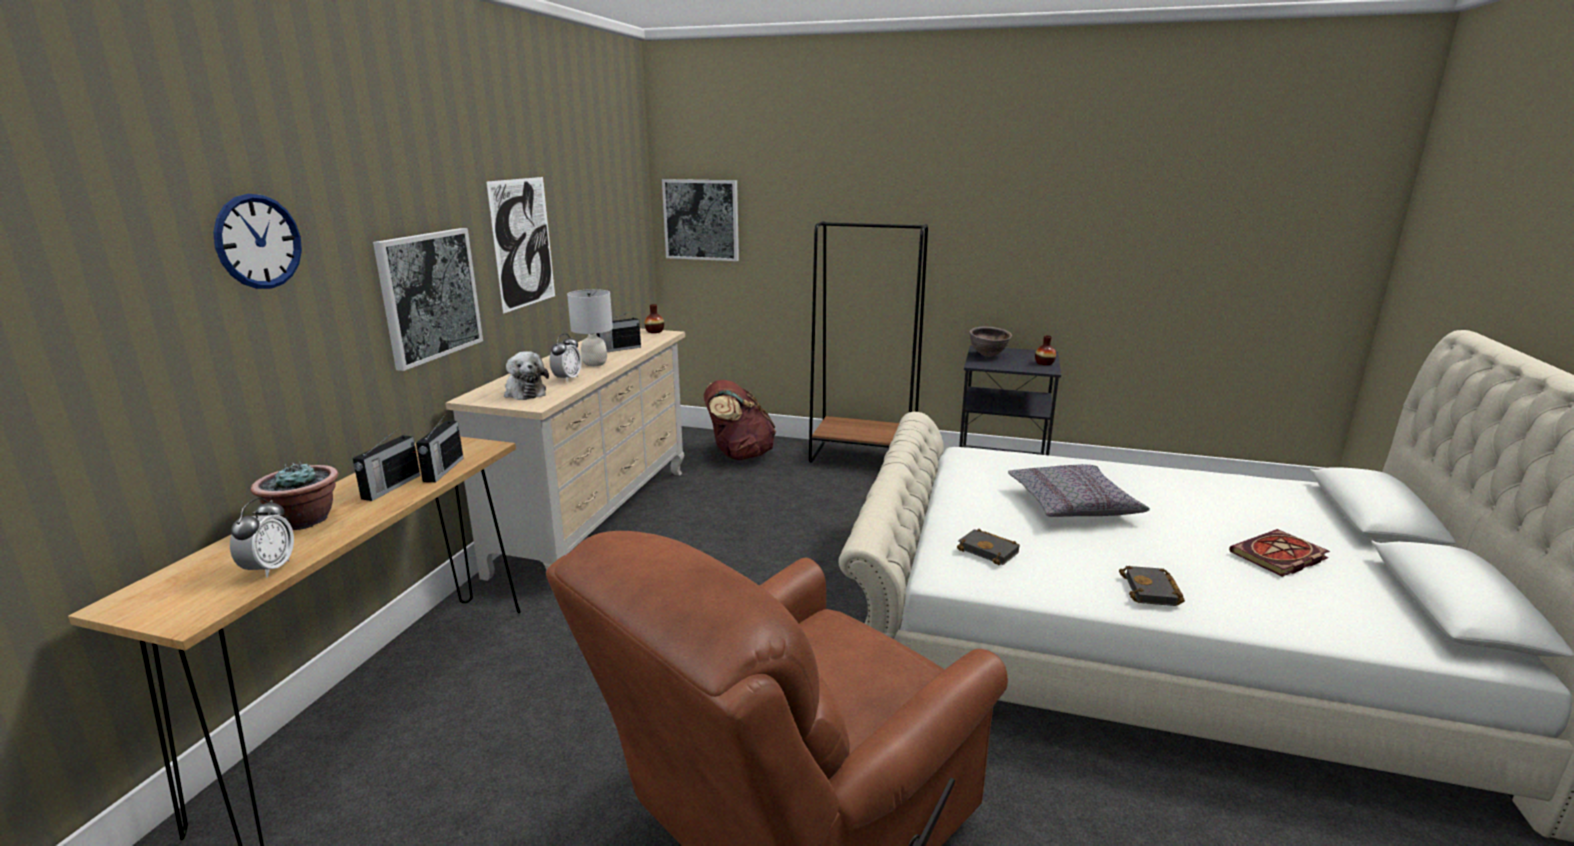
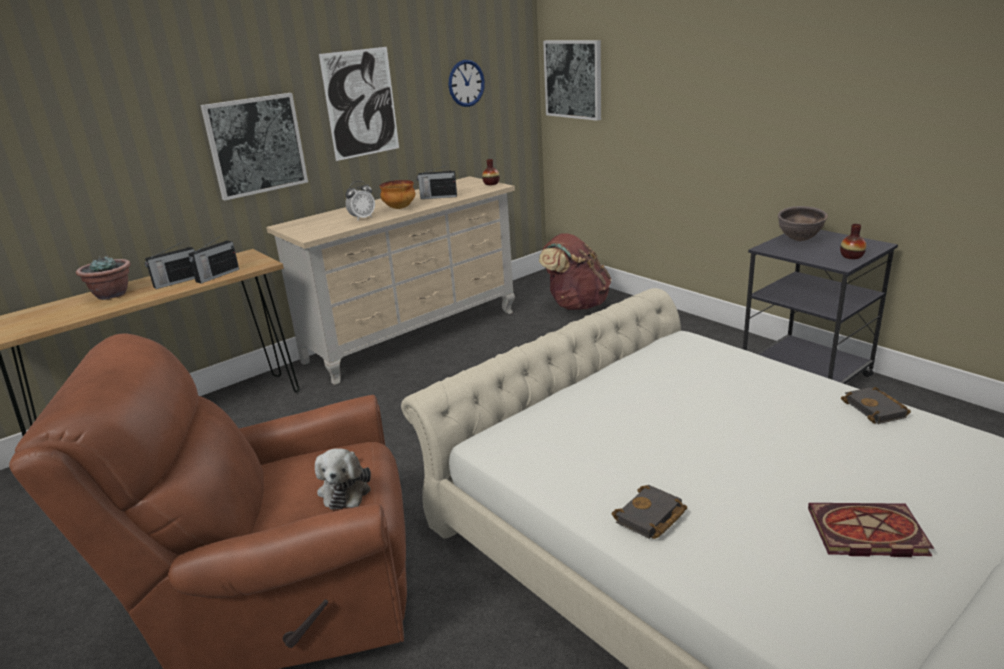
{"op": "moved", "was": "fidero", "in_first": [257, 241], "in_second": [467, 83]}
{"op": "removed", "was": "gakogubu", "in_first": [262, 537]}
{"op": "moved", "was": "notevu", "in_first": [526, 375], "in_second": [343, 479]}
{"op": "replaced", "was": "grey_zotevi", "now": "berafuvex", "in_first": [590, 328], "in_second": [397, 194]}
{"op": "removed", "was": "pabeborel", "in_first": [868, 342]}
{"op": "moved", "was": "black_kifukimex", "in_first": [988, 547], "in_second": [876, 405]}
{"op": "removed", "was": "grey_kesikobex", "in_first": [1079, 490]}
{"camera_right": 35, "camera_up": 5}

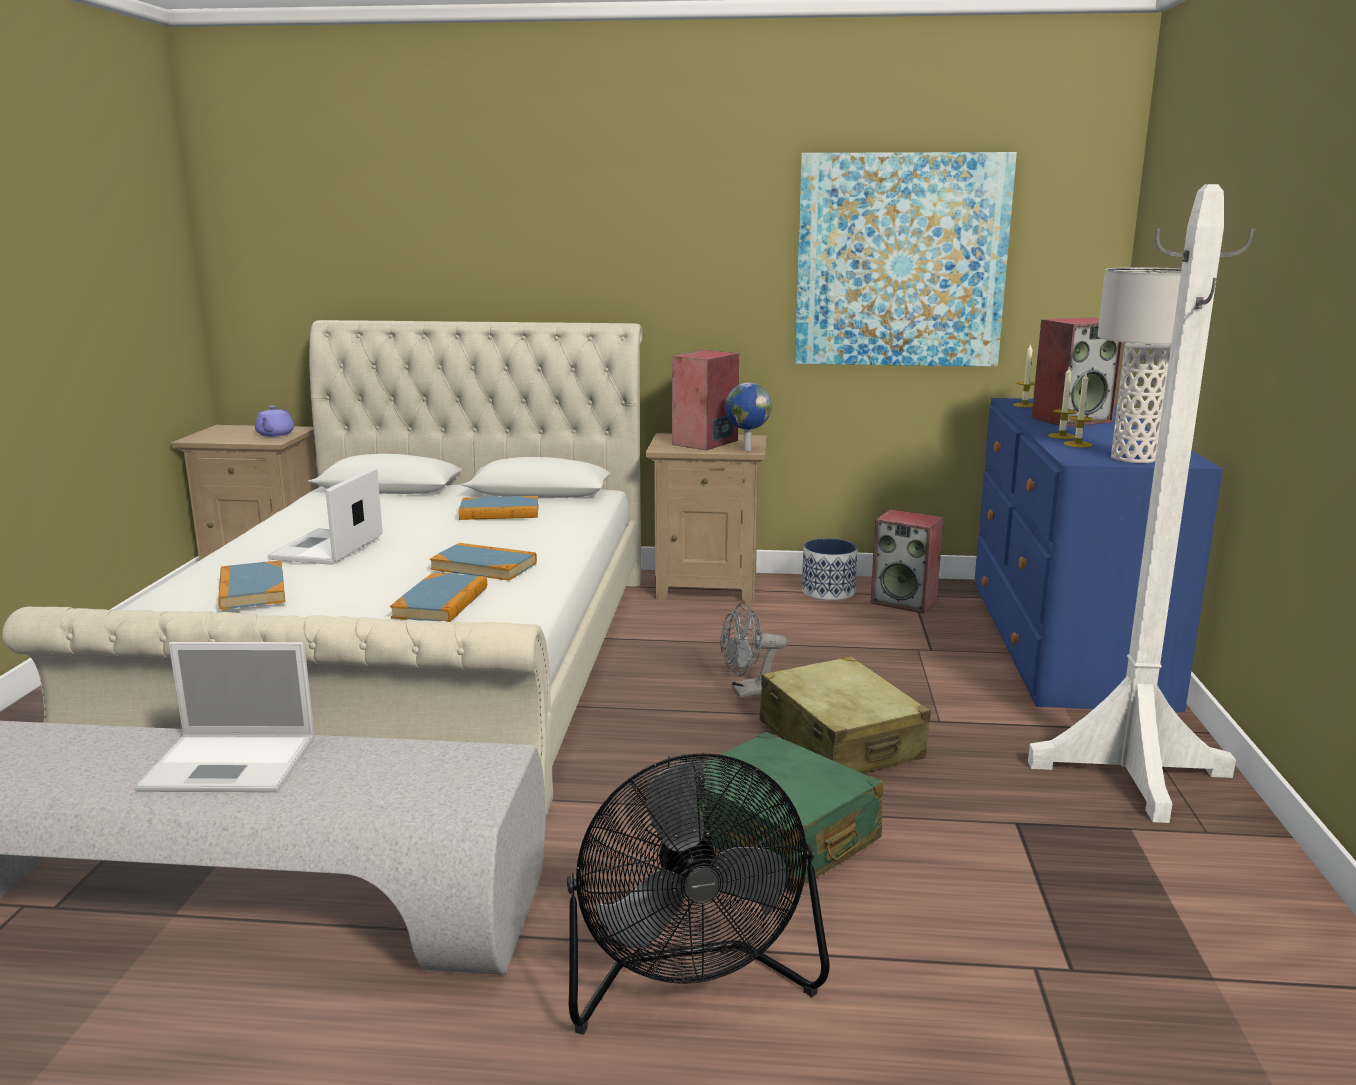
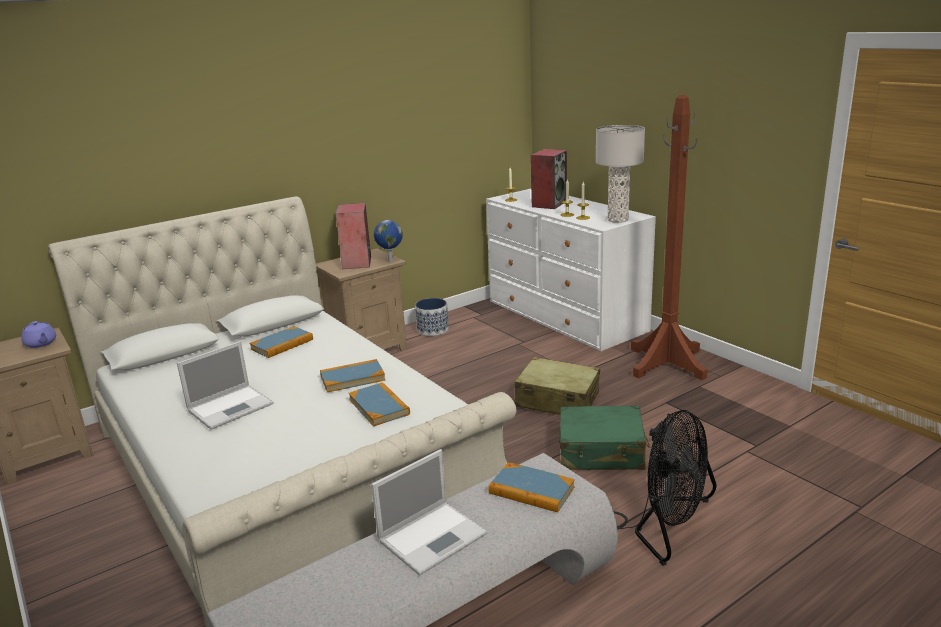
{"op": "moved", "was": "kifukimex", "in_first": [251, 585], "in_second": [531, 487]}
{"op": "turned", "was": "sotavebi", "in_first": [325, 516], "in_second": [225, 385], "clockwise": -105}
{"op": "removed", "was": "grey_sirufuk", "in_first": [753, 650]}
{"op": "removed", "was": "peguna", "in_first": [906, 259]}
{"op": "removed", "was": "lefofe", "in_first": [906, 562]}
{"op": "recoloured", "was": "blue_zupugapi", "now": "white_zupugapi", "in_first": [1099, 555], "in_second": [571, 270]}
{"op": "recoloured", "was": "white_pabeborel", "now": "brown_pabeborel", "in_first": [1141, 503], "in_second": [669, 237]}
{"camera_right": -40, "camera_up": 5}

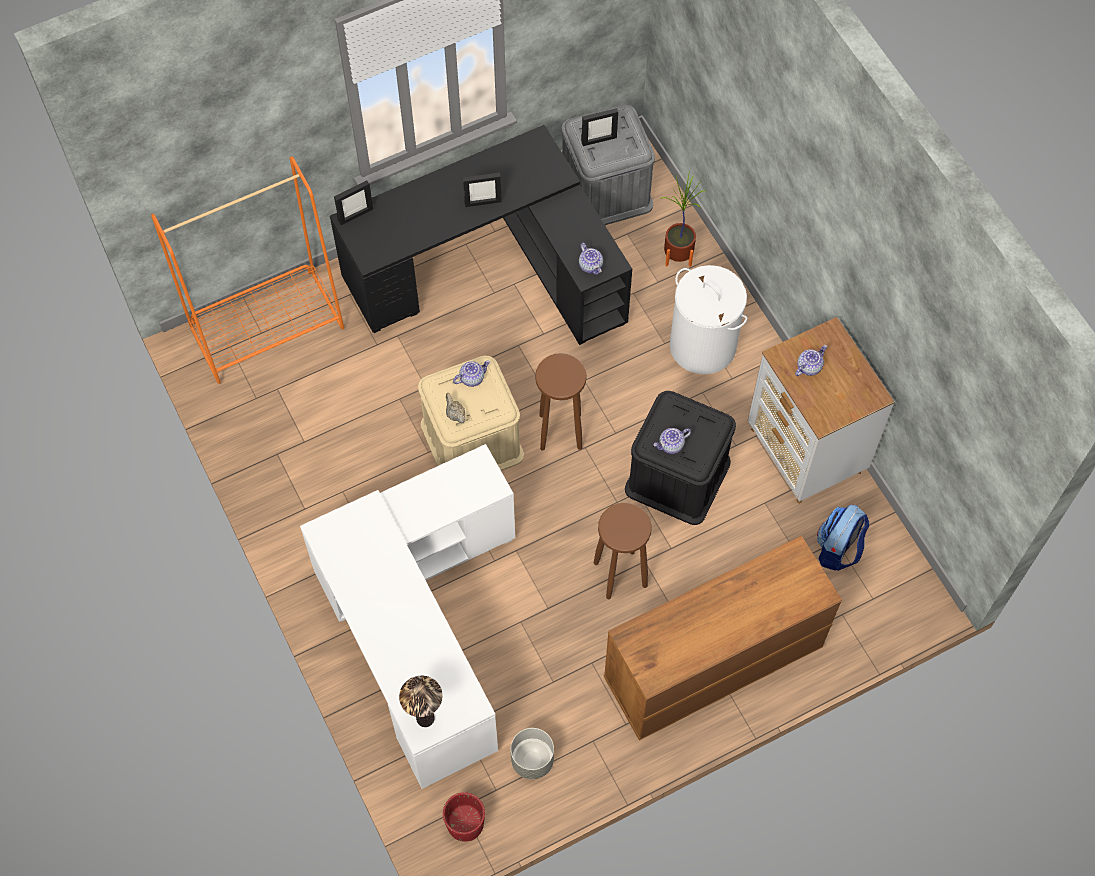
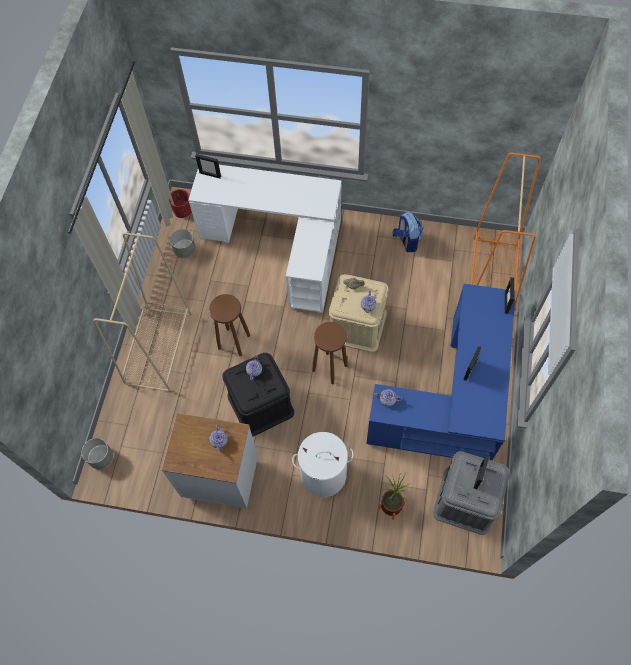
{"op": "recoloured", "was": "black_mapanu", "now": "blue_mapanu", "in_first": [481, 235], "in_second": [441, 372]}
{"op": "replaced", "was": "zotevi", "now": "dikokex", "in_first": [420, 701], "in_second": [208, 166]}
{"op": "replaced", "was": "brown_zupugapi", "now": "beige_pabeborel", "in_first": [723, 638], "in_second": [142, 312]}
{"op": "moved", "was": "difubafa", "in_first": [843, 538], "in_second": [408, 231]}
{"op": "added", "now": "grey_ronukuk", "in_second": [97, 453]}
{"camera_right": 130, "camera_up": 0}

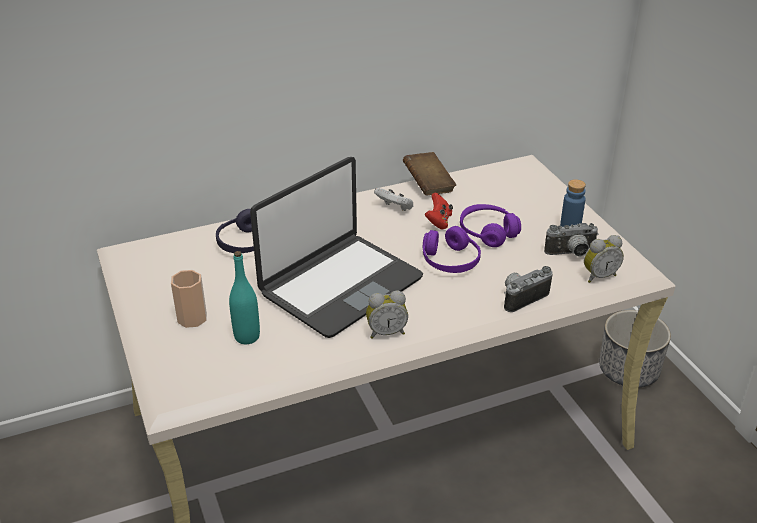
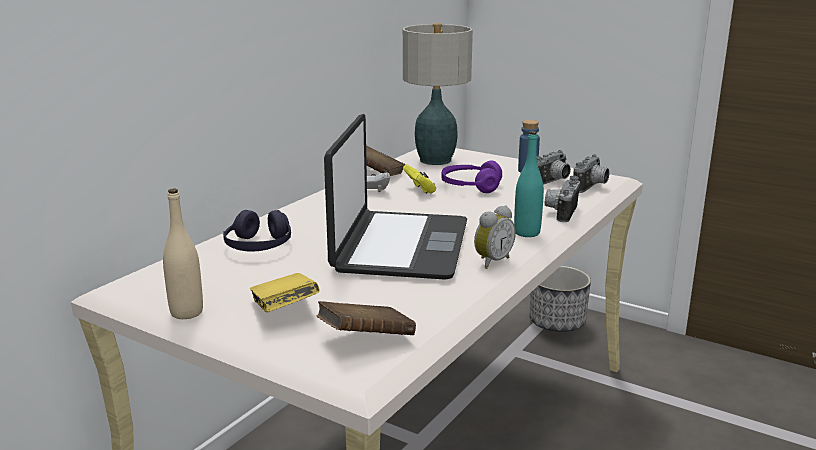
{"op": "replaced", "was": "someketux", "now": "yellow_kifukimex", "in_first": [189, 299], "in_second": [285, 293]}
{"op": "moved", "was": "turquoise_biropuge", "in_first": [244, 297], "in_second": [529, 184]}
{"op": "removed", "was": "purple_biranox", "in_first": [452, 249]}
{"op": "recoloured", "was": "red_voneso", "now": "yellow_voneso", "in_first": [439, 210], "in_second": [419, 179]}
{"op": "replaced", "was": "gakogubu", "now": "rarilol", "in_first": [604, 259], "in_second": [591, 173]}
{"op": "added", "now": "beige_biropuge", "in_second": [183, 253]}
{"op": "added", "now": "brown_kifukimex", "in_second": [366, 318]}
{"op": "added", "now": "zotevi", "in_second": [438, 94]}
{"camera_right": -35, "camera_up": -15}

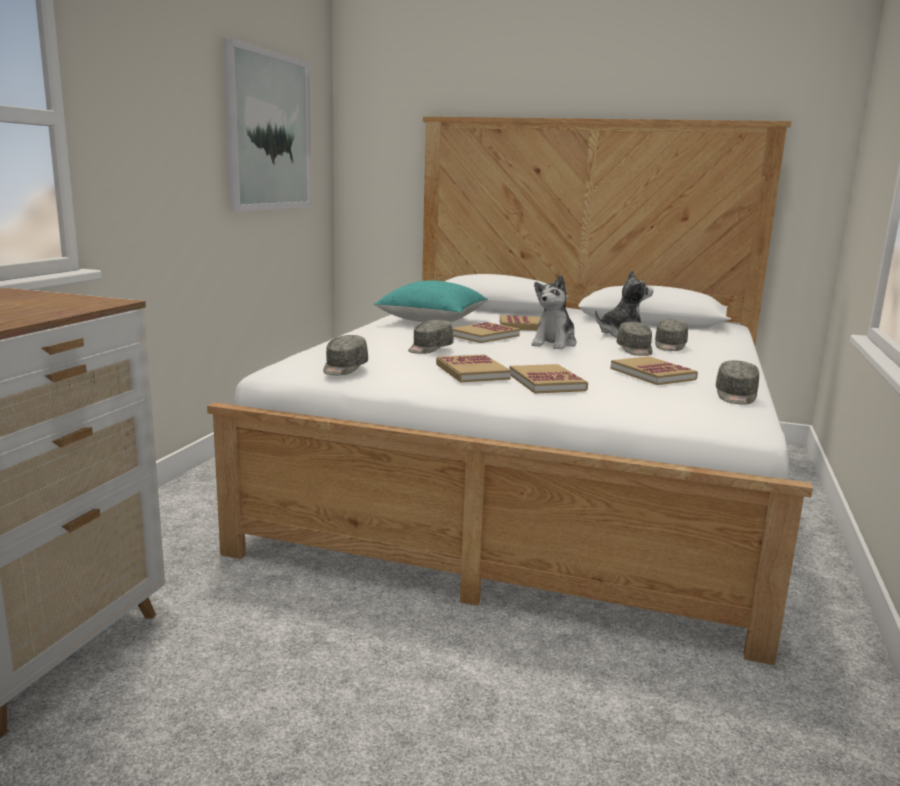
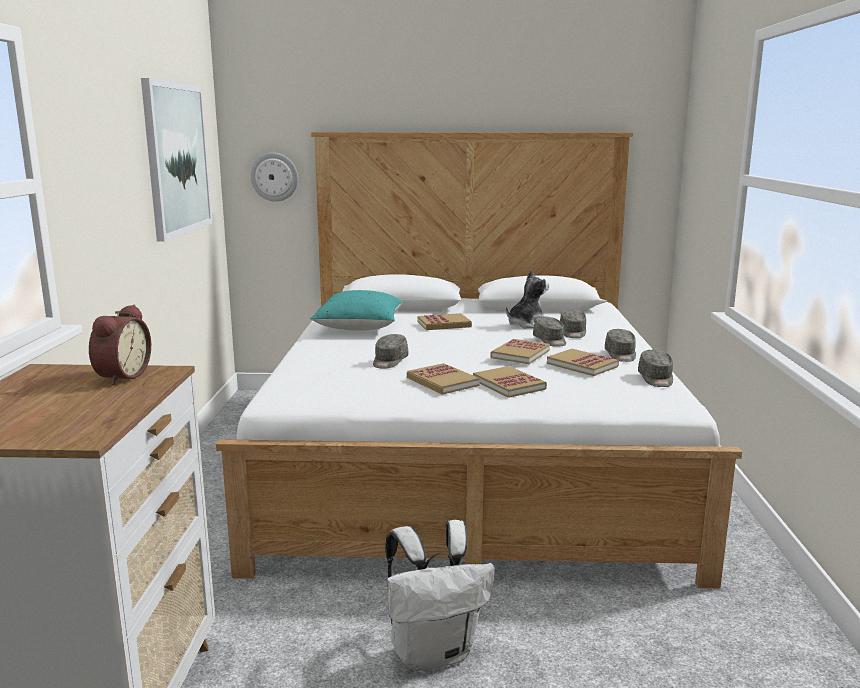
{"op": "moved", "was": "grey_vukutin", "in_first": [345, 355], "in_second": [620, 345]}
{"op": "moved", "was": "kifukimex", "in_first": [486, 332], "in_second": [520, 351]}
{"op": "removed", "was": "notevu", "in_first": [554, 312]}
{"op": "added", "now": "gakogubu", "in_second": [120, 345]}
{"op": "added", "now": "fidero", "in_second": [274, 177]}
{"op": "added", "now": "white_difubafa", "in_second": [440, 595]}
{"camera_right": -15, "camera_up": 0}

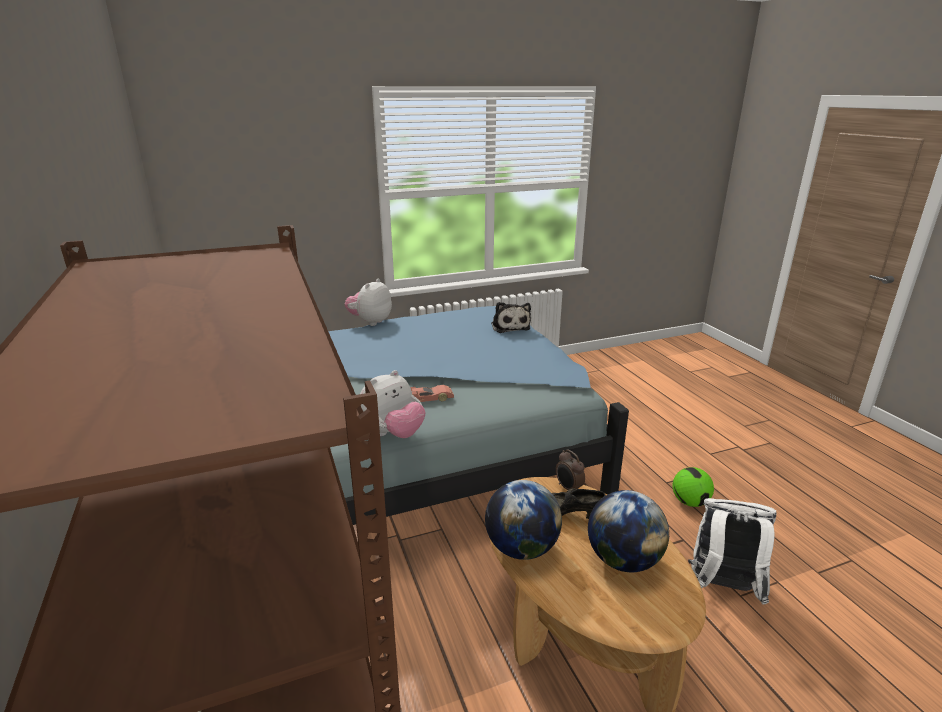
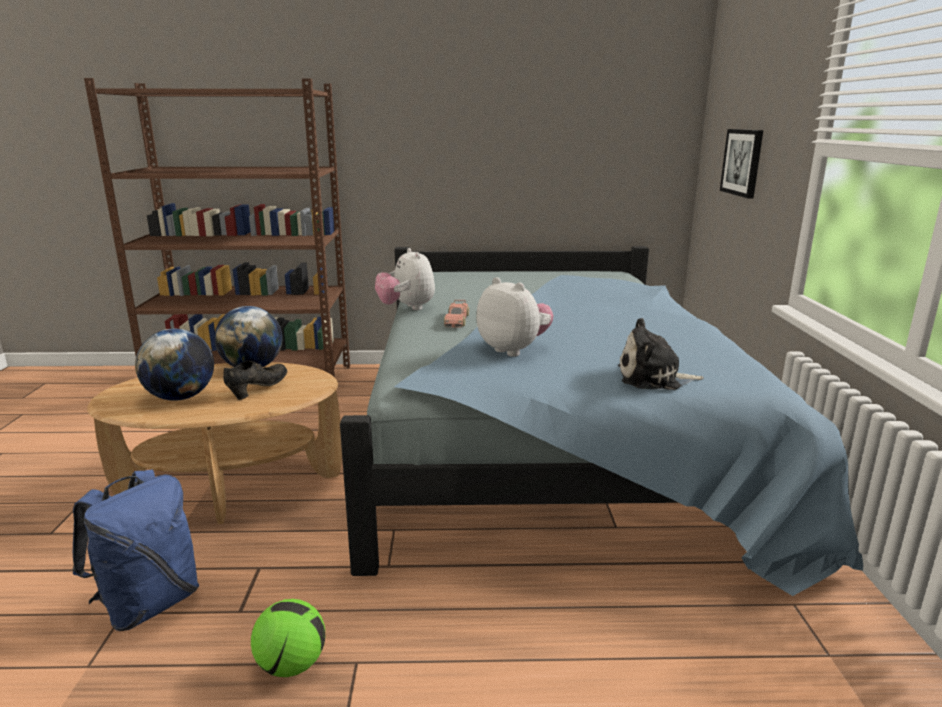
{"op": "moved", "was": "notevu", "in_first": [368, 302], "in_second": [514, 317]}
{"op": "removed", "was": "gakogubu", "in_first": [570, 469]}
{"op": "recoloured", "was": "white_difubafa", "now": "blue_difubafa", "in_first": [732, 551], "in_second": [135, 550]}
{"op": "added", "now": "peguna", "in_second": [741, 163]}
{"camera_right": 110, "camera_up": -5}

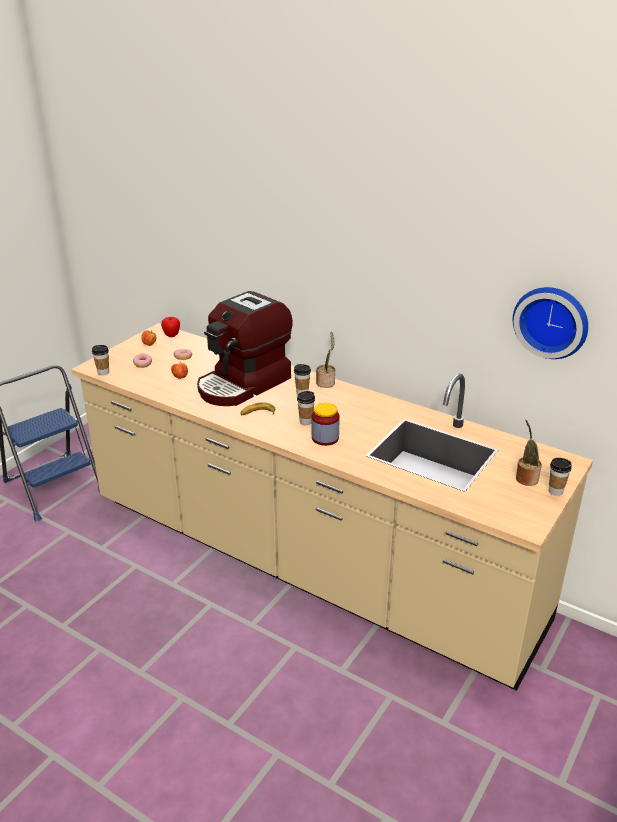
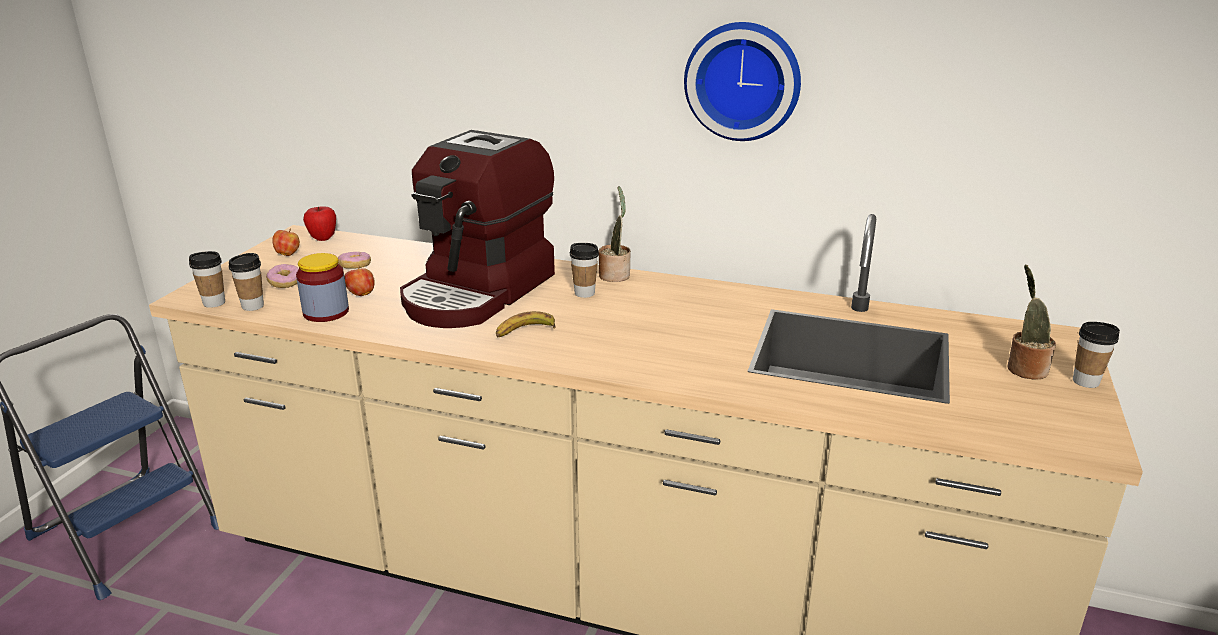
{"op": "moved", "was": "someketux", "in_first": [306, 408], "in_second": [246, 282]}
{"op": "moved", "was": "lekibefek", "in_first": [326, 424], "in_second": [322, 287]}
{"op": "moved", "was": "fidero", "in_first": [550, 323], "in_second": [742, 81]}
{"camera_right": -15, "camera_up": -5}

